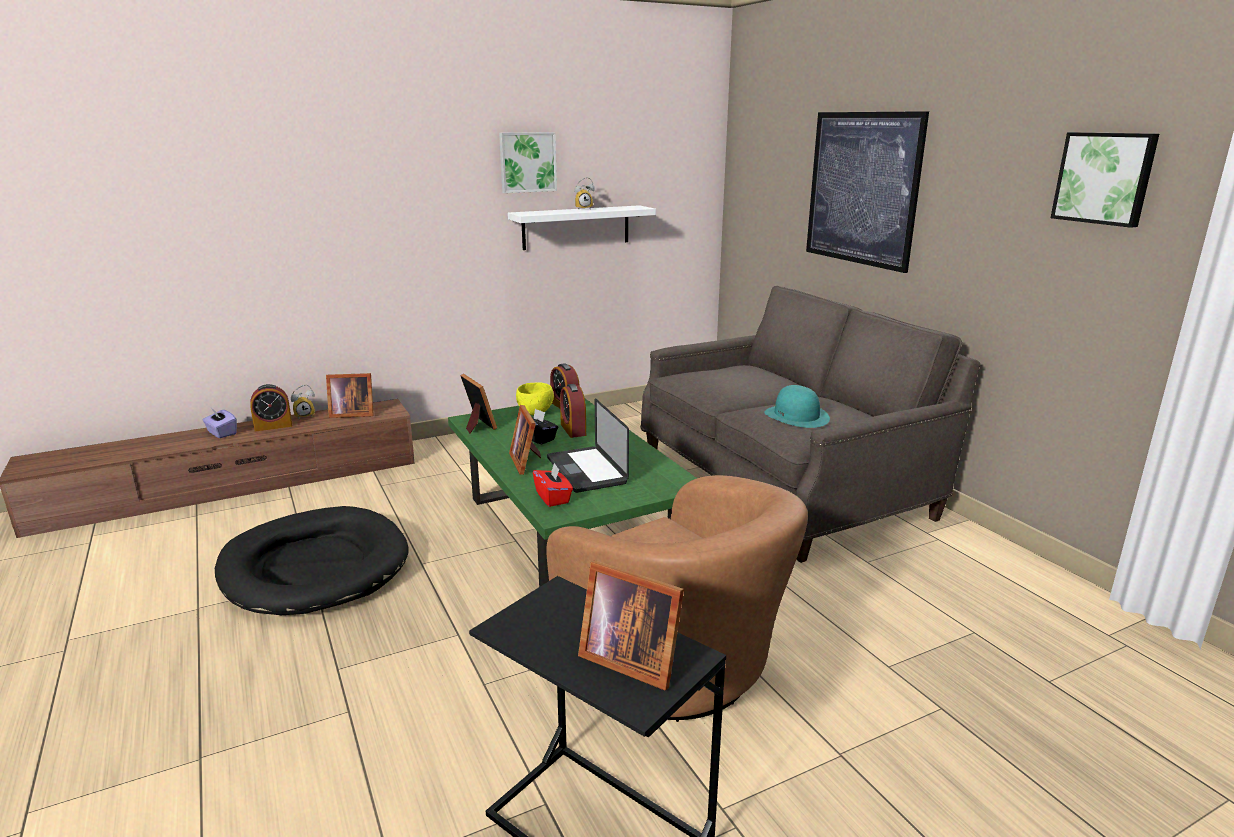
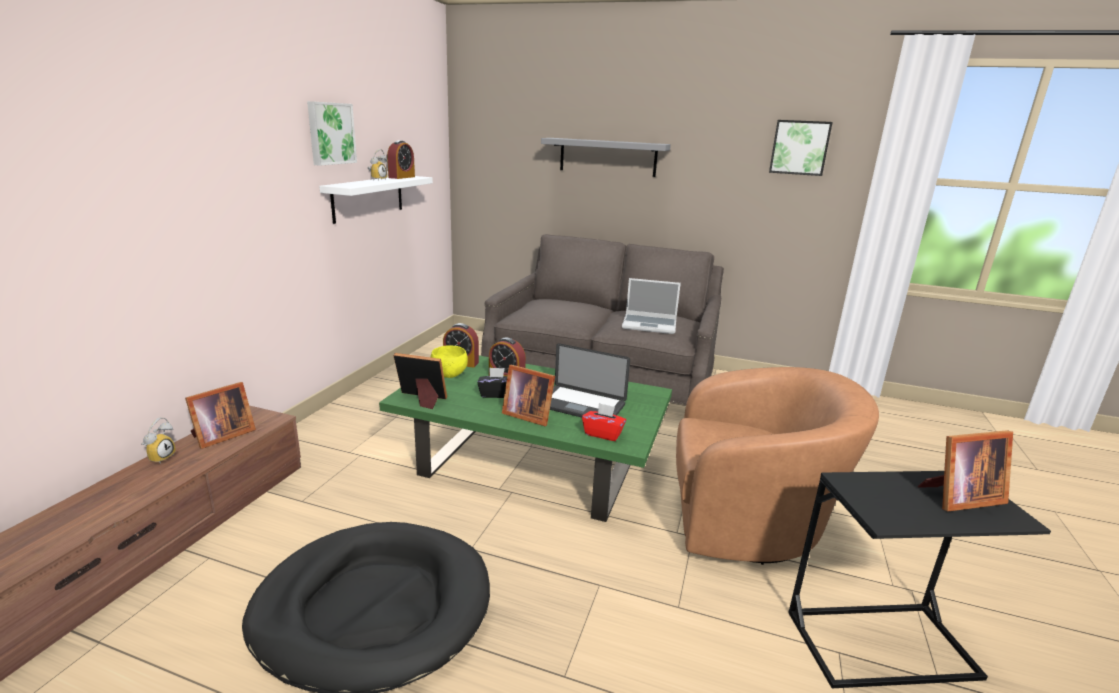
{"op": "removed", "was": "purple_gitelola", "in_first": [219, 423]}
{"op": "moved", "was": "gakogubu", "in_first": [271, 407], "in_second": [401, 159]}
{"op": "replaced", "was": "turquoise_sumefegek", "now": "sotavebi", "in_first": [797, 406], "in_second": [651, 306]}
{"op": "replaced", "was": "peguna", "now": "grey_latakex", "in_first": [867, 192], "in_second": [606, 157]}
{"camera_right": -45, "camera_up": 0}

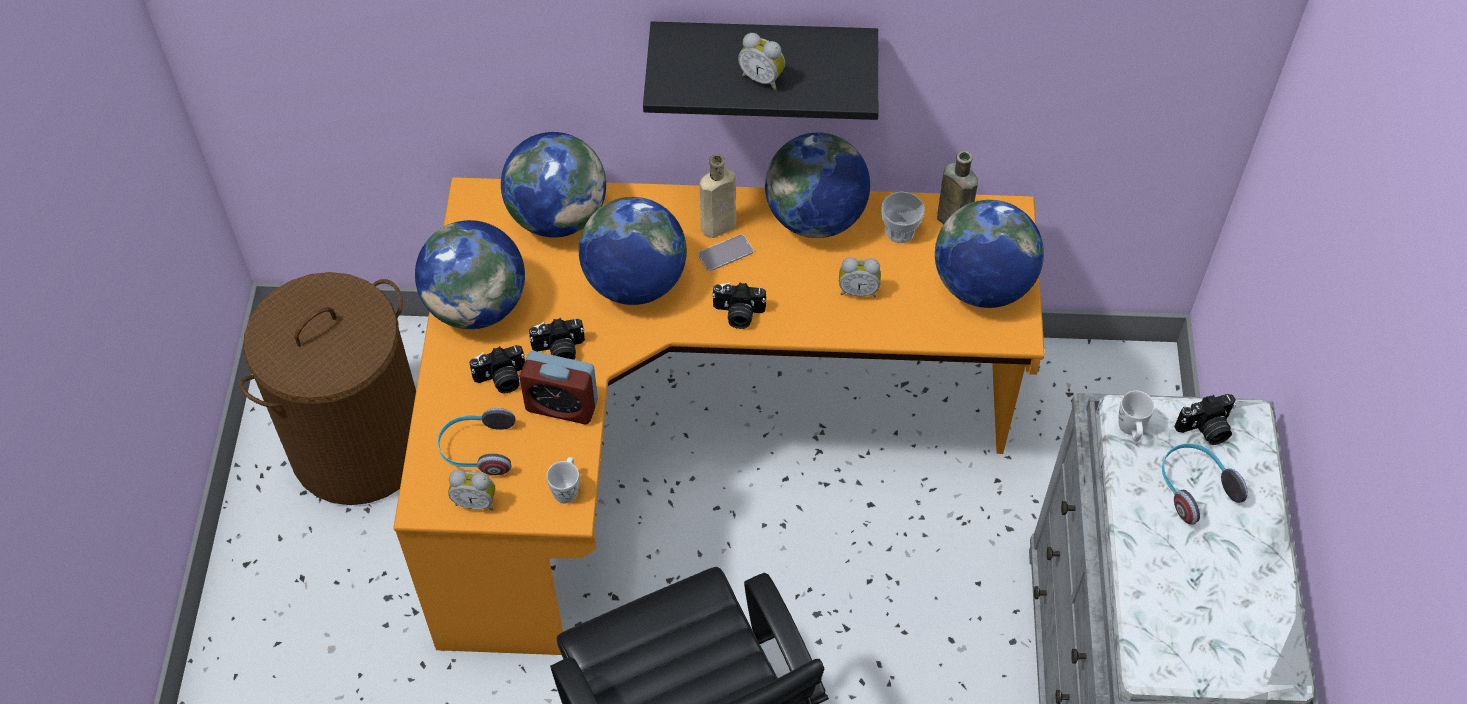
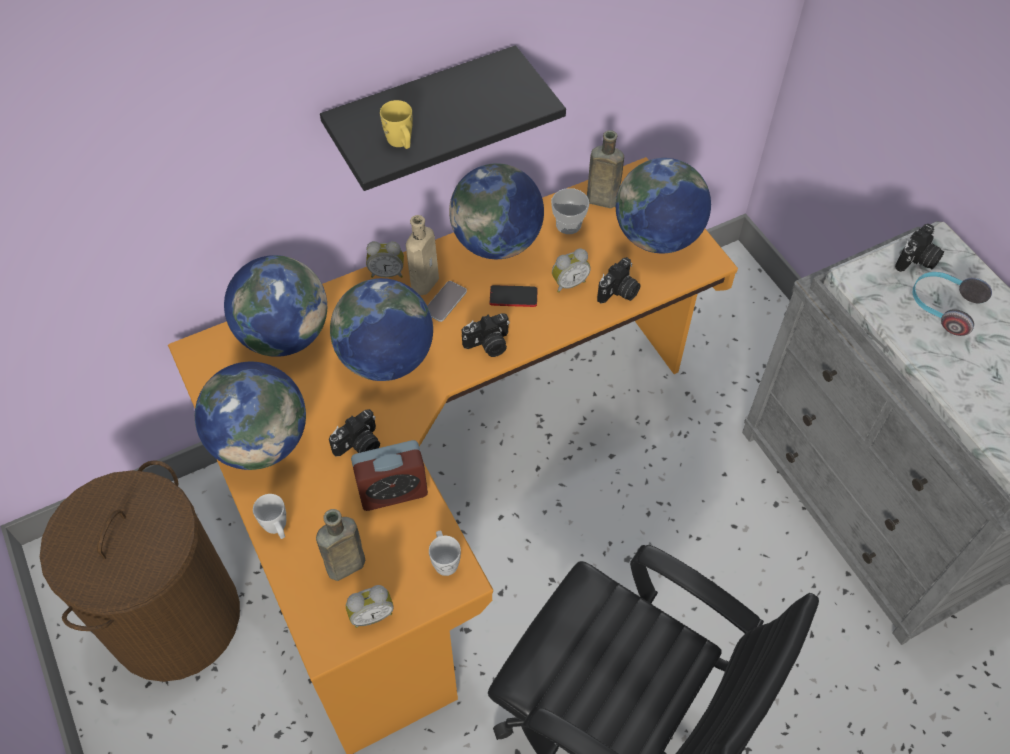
{"op": "replaced", "was": "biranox", "now": "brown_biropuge", "in_first": [476, 441], "in_second": [340, 545]}
{"op": "moved", "was": "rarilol", "in_first": [497, 369], "in_second": [619, 280]}
{"op": "moved", "was": "gakogubu", "in_first": [761, 61], "in_second": [385, 259]}
{"op": "moved", "was": "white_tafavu", "in_first": [1136, 416], "in_second": [269, 516]}
{"op": "added", "now": "yellow_tafavu", "in_second": [396, 124]}
{"op": "added", "now": "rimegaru", "in_second": [514, 296]}
{"camera_right": -30, "camera_up": 0}

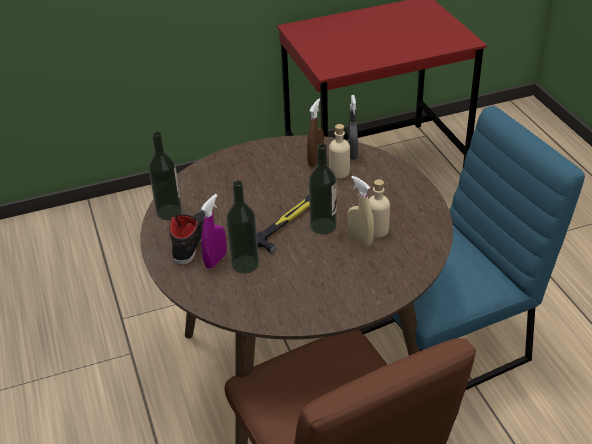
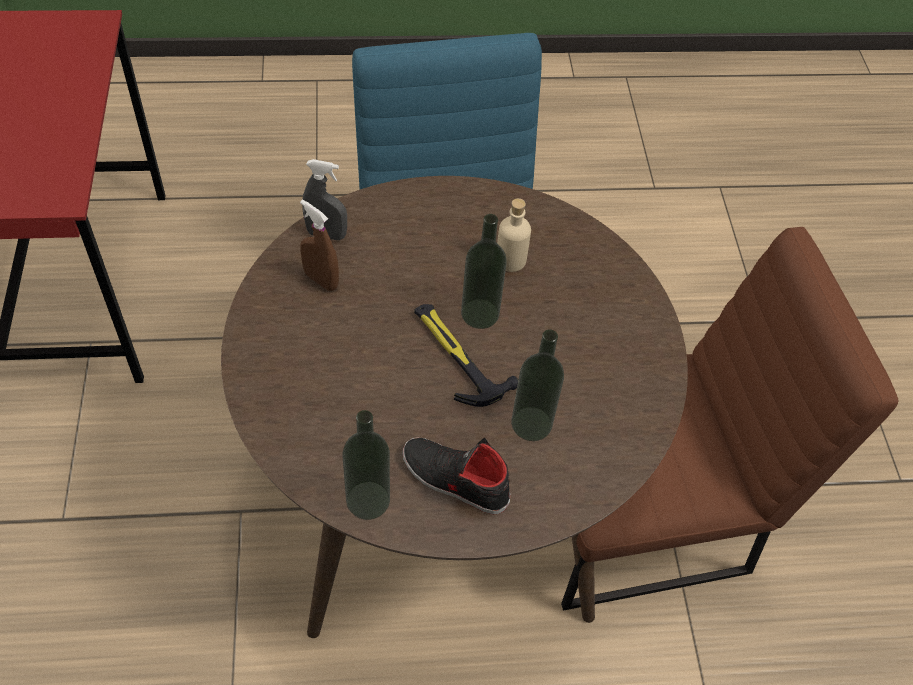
{"op": "removed", "was": "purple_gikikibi", "in_first": [214, 231]}
{"op": "removed", "was": "beige_biropuge", "in_first": [339, 151]}
{"op": "removed", "was": "beige_gikikibi", "in_first": [360, 211]}
{"camera_right": -80, "camera_up": 15}

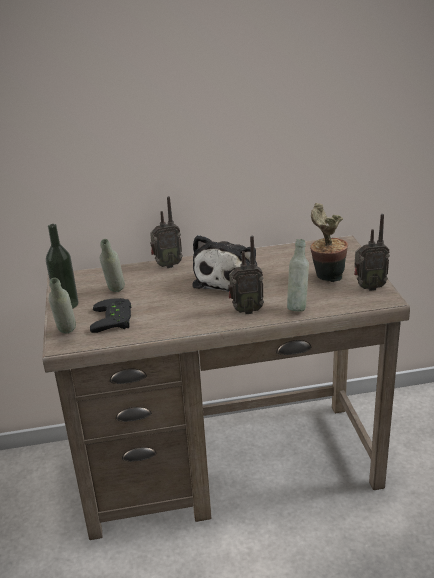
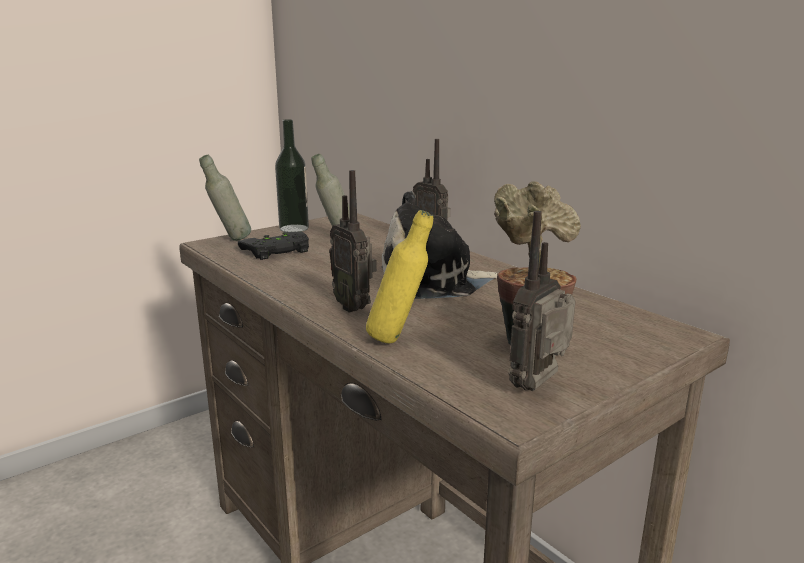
{"op": "recoloured", "was": "grey_biropuge", "now": "yellow_biropuge", "in_first": [298, 275], "in_second": [399, 276]}
{"op": "turned", "was": "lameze", "in_first": [372, 252], "in_second": [541, 301], "clockwise": 75}
{"camera_right": 60, "camera_up": -10}

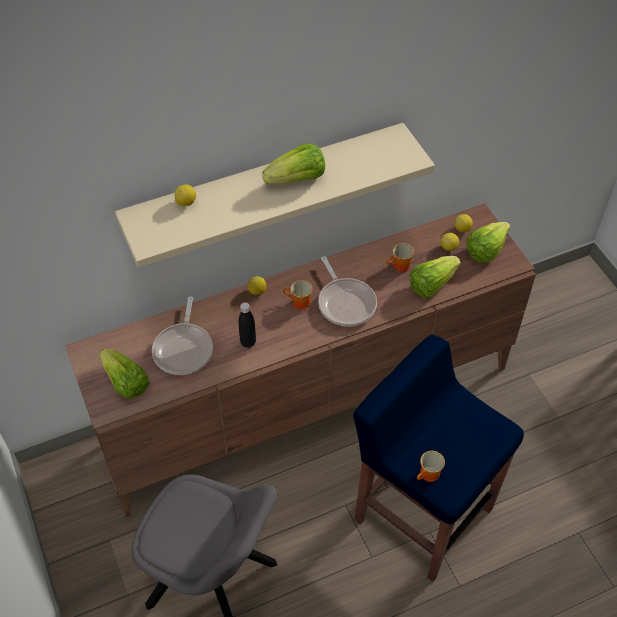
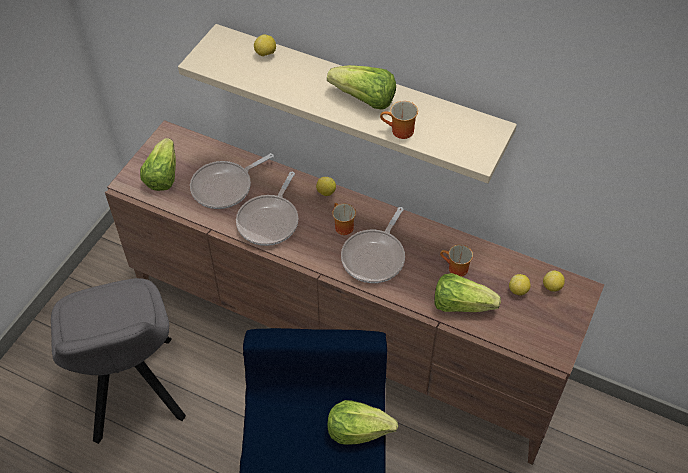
{"op": "replaced", "was": "black_biropuge", "now": "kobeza", "in_first": [247, 325], "in_second": [267, 209]}
{"op": "moved", "was": "tafavu", "in_first": [431, 466], "in_second": [399, 120]}
{"op": "moved", "was": "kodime", "in_first": [488, 242], "in_second": [362, 422]}
{"camera_right": 50, "camera_up": 0}

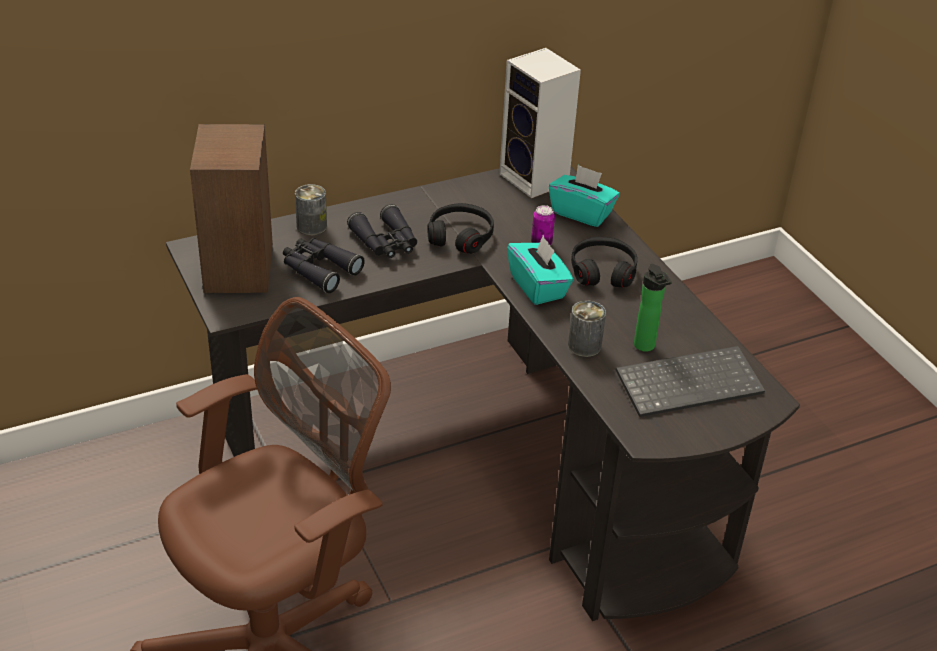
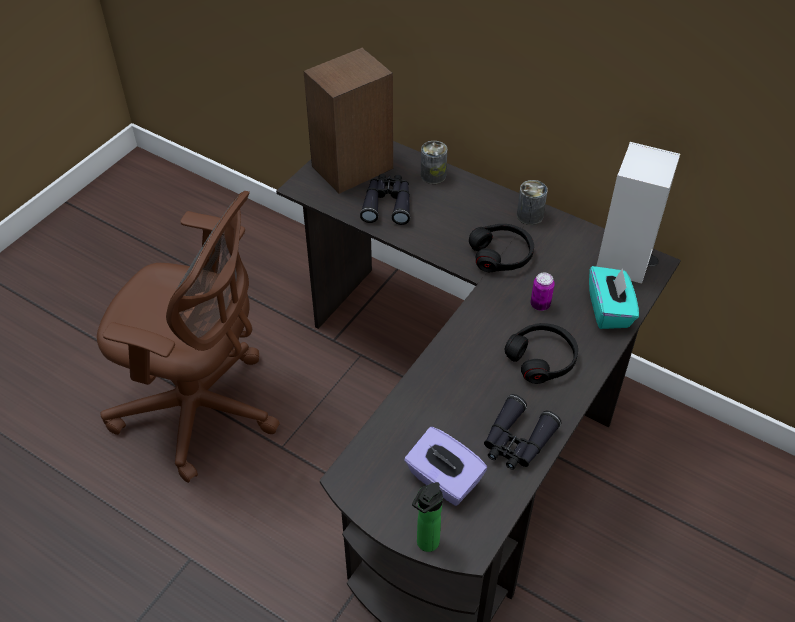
{"op": "moved", "was": "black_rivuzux", "in_first": [382, 231], "in_second": [522, 432]}
{"op": "removed", "was": "turquoise_gitelola", "in_first": [540, 270]}
{"op": "moved", "was": "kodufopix", "in_first": [587, 328], "in_second": [532, 202]}
{"op": "replaced", "was": "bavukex", "now": "purple_gitelola", "in_first": [690, 381], "in_second": [445, 466]}
{"op": "moved", "was": "biropuge", "in_first": [653, 308], "in_second": [427, 517]}
{"camera_right": 60, "camera_up": 10}

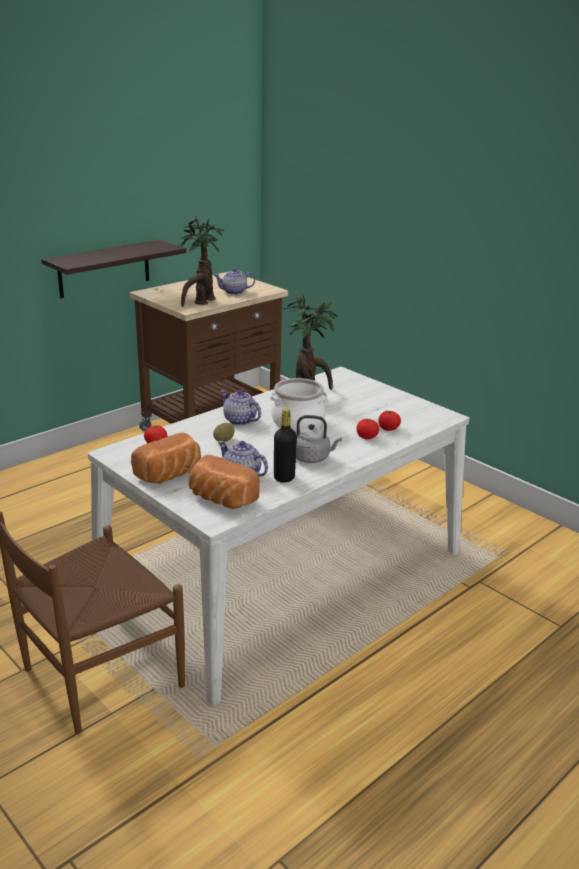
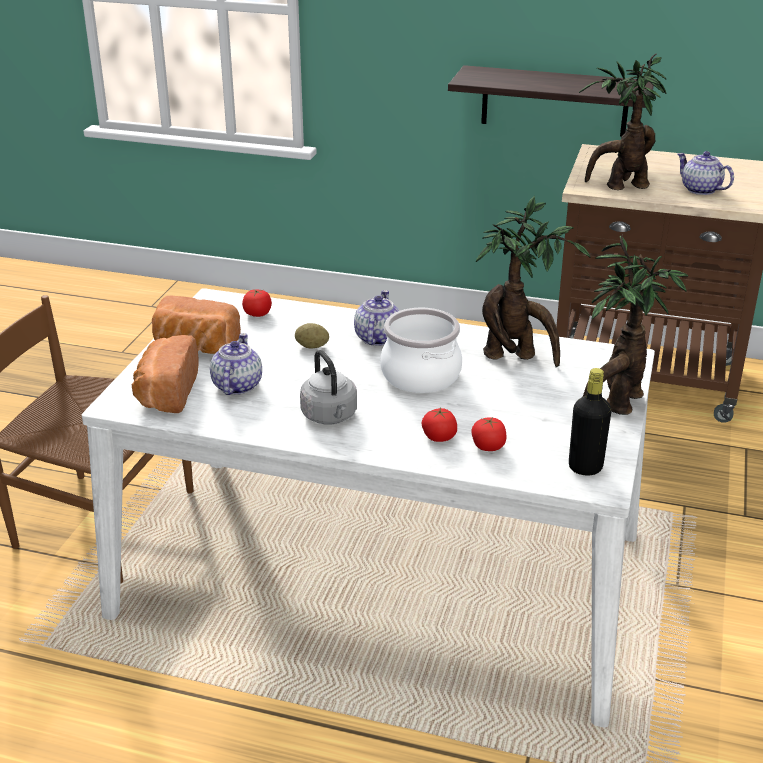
{"op": "moved", "was": "black_biropuge", "in_first": [285, 446], "in_second": [590, 422]}
{"op": "added", "now": "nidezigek", "in_second": [635, 324]}
{"camera_right": 60, "camera_up": 5}

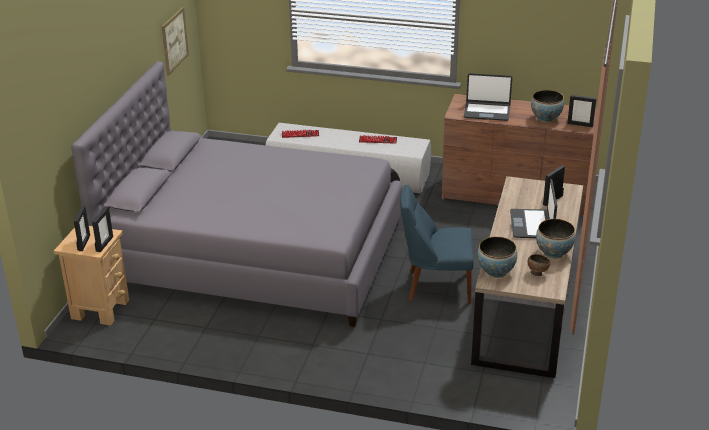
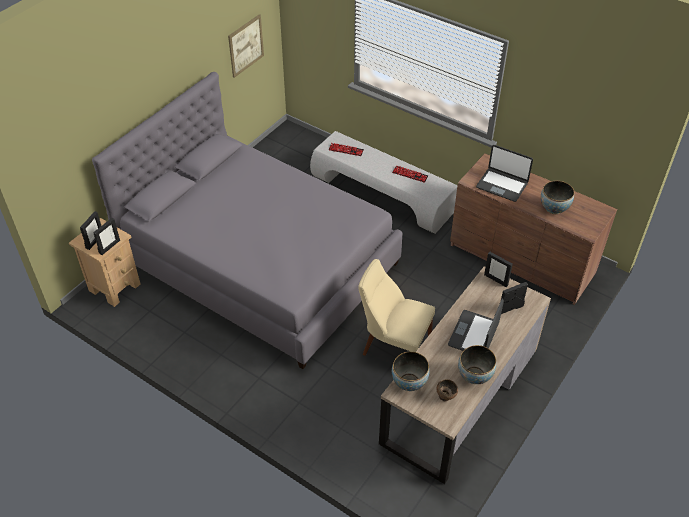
{"op": "recoloured", "was": "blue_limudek", "now": "beige_limudek", "in_first": [437, 244], "in_second": [396, 307]}
{"op": "moved", "was": "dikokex", "in_first": [582, 111], "in_second": [498, 269]}
{"camera_right": 20, "camera_up": 15}

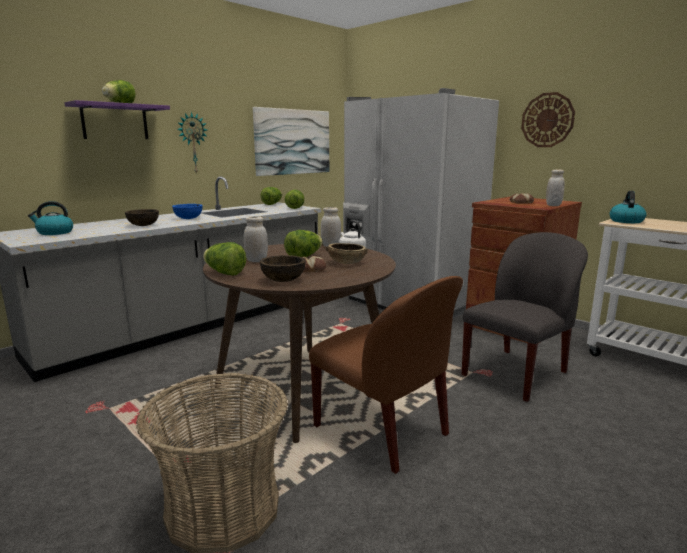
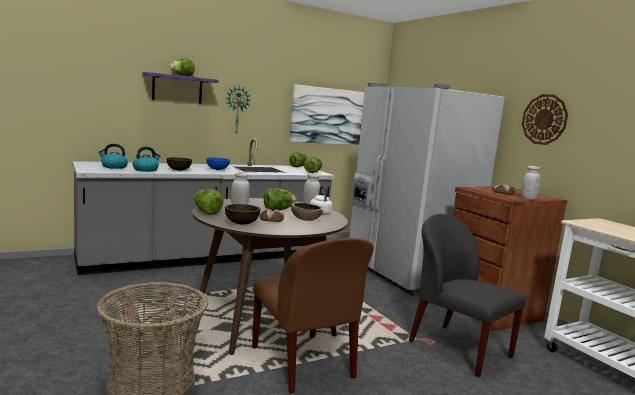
{"op": "turned", "was": "grey_limudek", "in_first": [525, 317], "in_second": [467, 295], "clockwise": -105}
{"op": "moved", "was": "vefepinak", "in_first": [628, 207], "in_second": [146, 159]}
{"camera_right": 15, "camera_up": -5}

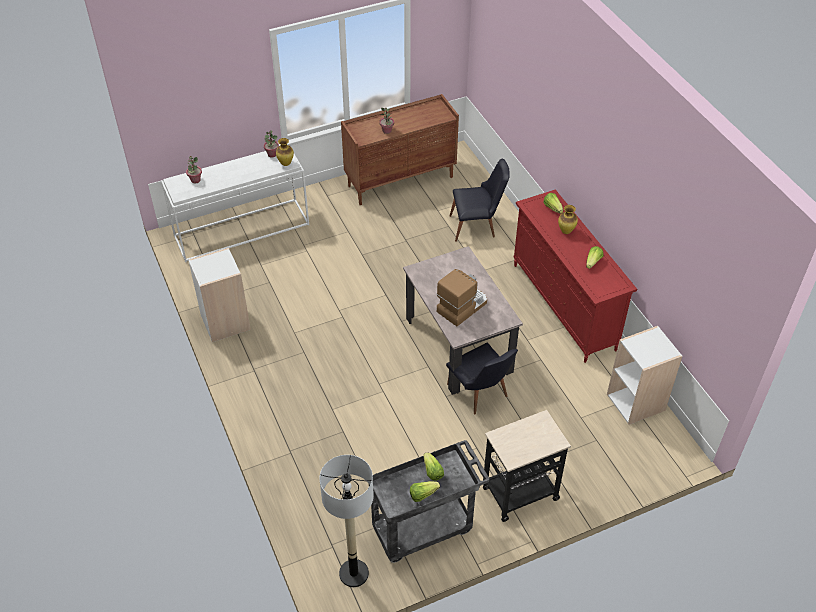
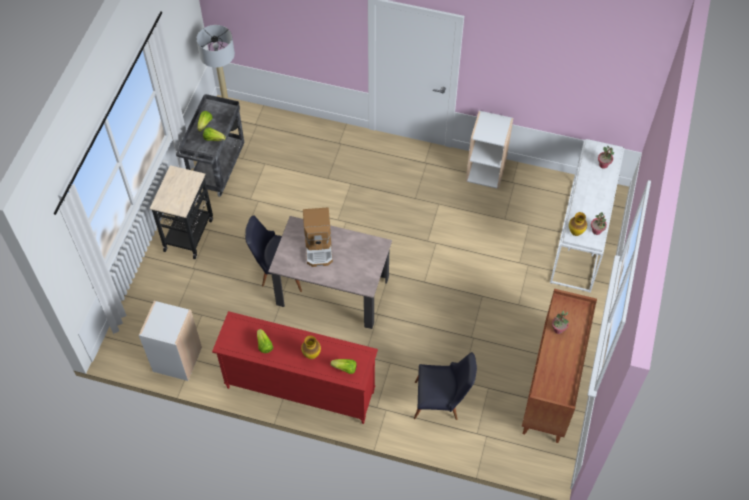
{"op": "turned", "was": "black_limudek", "in_first": [480, 200], "in_second": [445, 386], "clockwise": -120}
{"camera_right": 130, "camera_up": 10}

